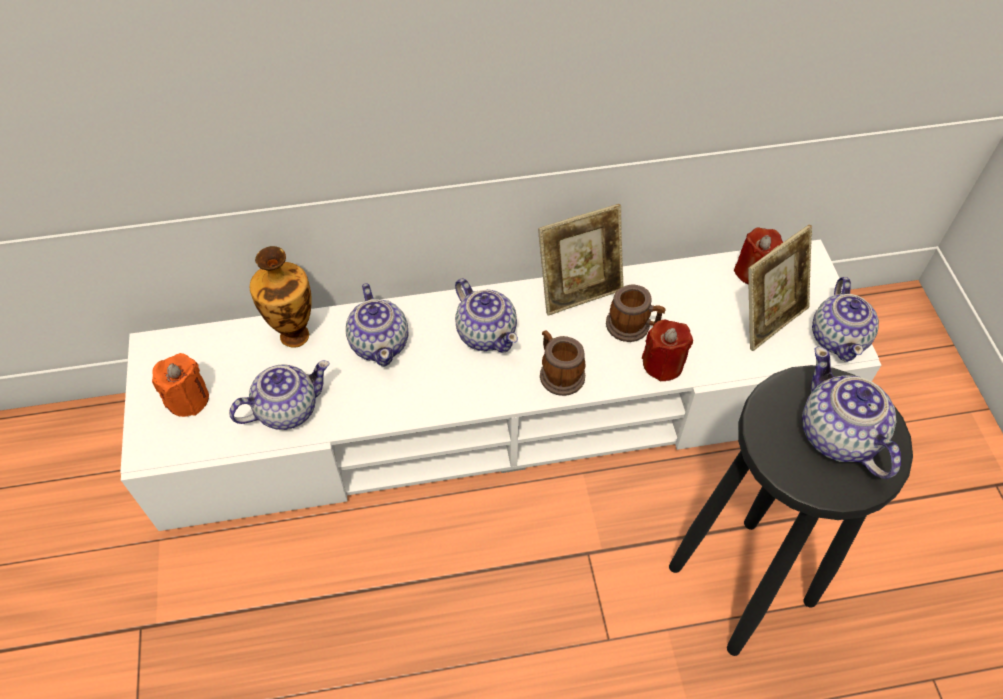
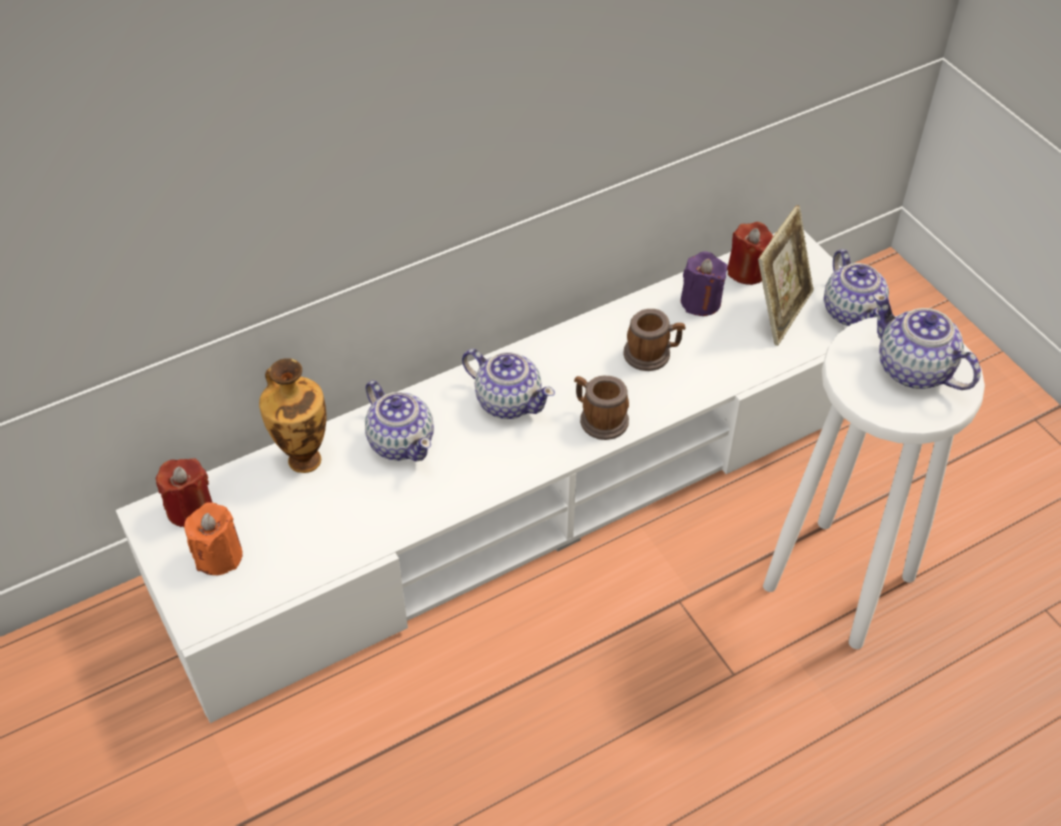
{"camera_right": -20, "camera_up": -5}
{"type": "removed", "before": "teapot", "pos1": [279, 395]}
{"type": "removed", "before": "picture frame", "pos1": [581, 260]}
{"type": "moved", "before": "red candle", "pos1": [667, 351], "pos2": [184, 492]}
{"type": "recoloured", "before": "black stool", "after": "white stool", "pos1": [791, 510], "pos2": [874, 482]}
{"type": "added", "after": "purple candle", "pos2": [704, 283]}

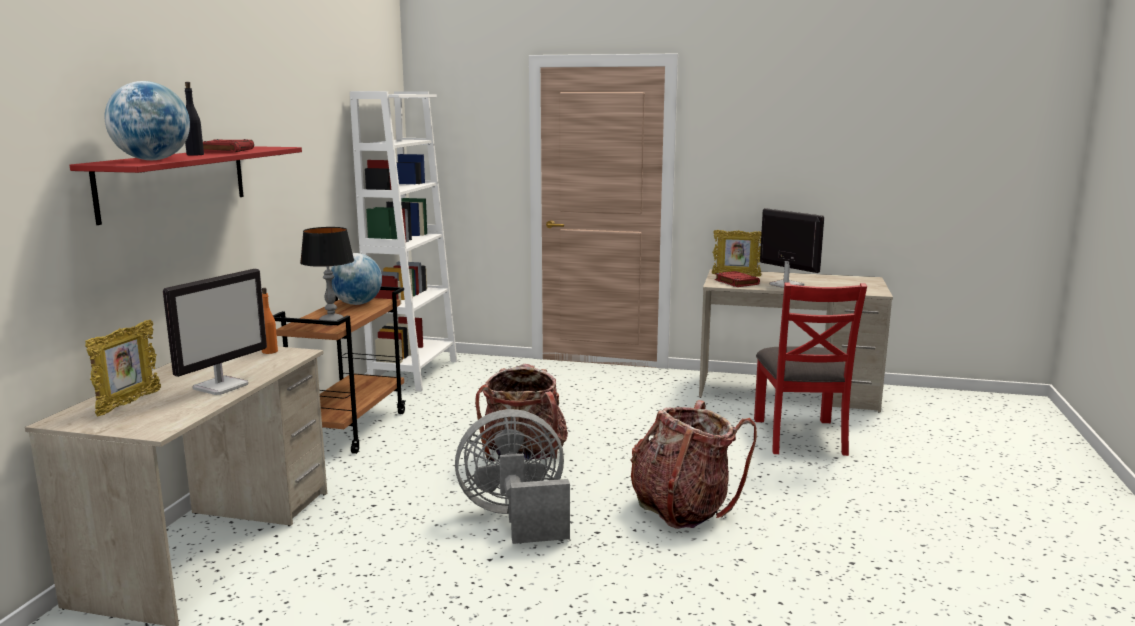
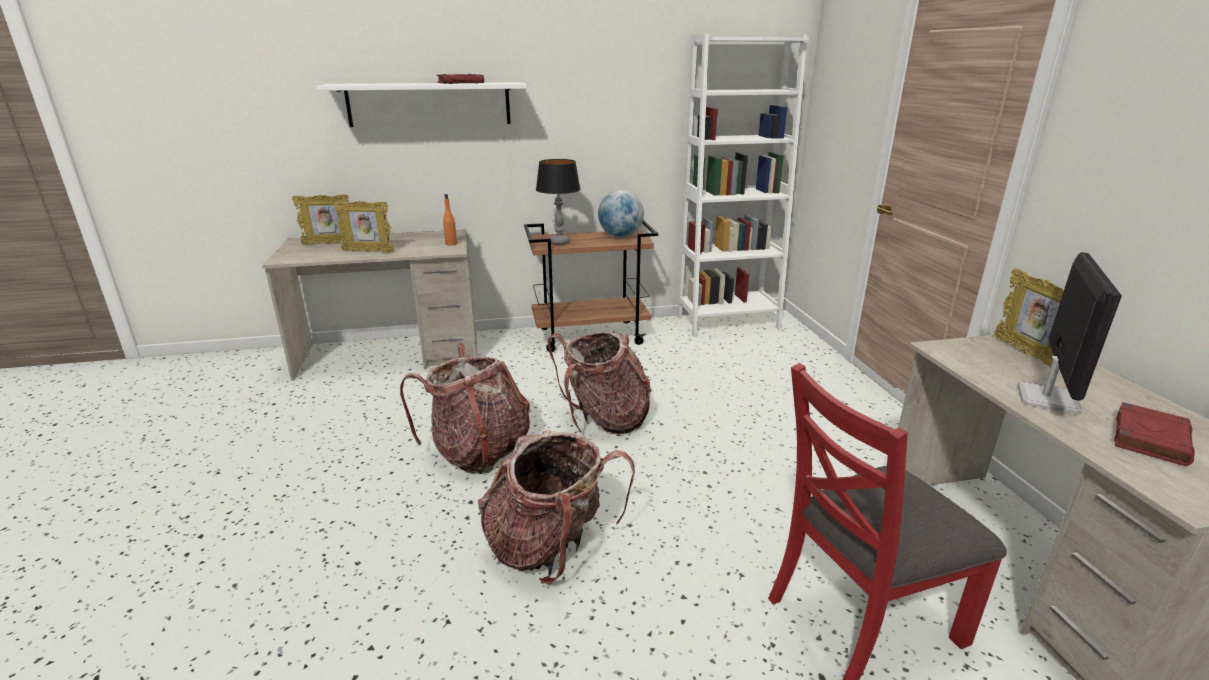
{"camera_right": 65, "camera_up": 10}
{"type": "recoloured", "before": "red shelf", "after": "white shelf", "pos1": [186, 185], "pos2": [421, 104]}
{"type": "removed", "before": "globe", "pos1": [147, 120]}
{"type": "replaced", "before": "monitor", "after": "picture frame", "pos1": [215, 331], "pos2": [363, 227]}
{"type": "removed", "before": "black bottle", "pos1": [194, 119]}
{"type": "replaced", "before": "grey fan", "after": "backpack", "pos1": [512, 476], "pos2": [465, 408]}
{"type": "moved", "before": "red book", "pos1": [737, 279], "pos2": [1154, 434]}

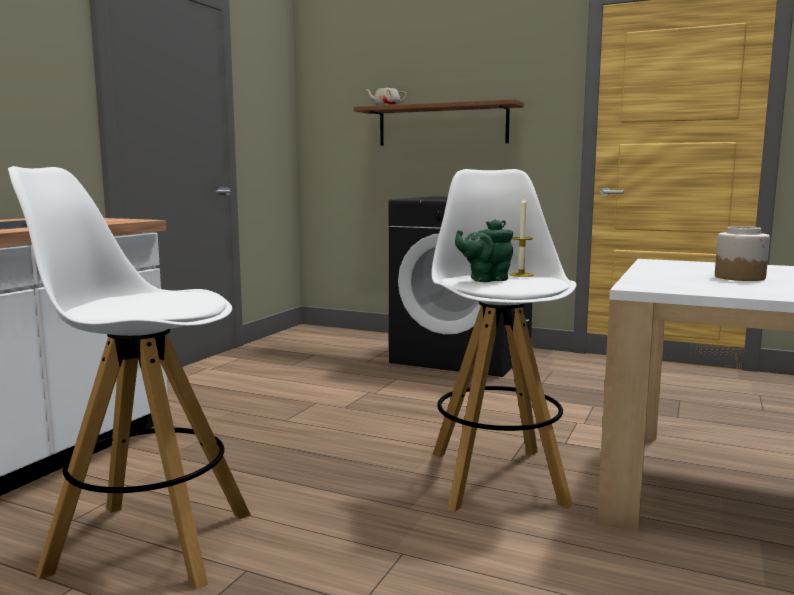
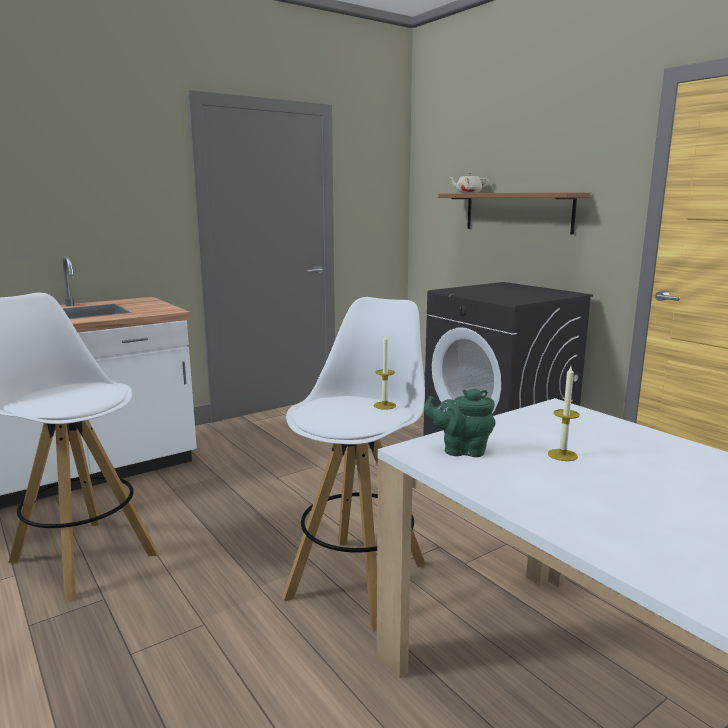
{"camera_right": 30, "camera_up": 5}
{"type": "moved", "before": "green teapot", "pos1": [484, 250], "pos2": [459, 422]}
{"type": "replaced", "before": "jar", "after": "candle", "pos1": [742, 253], "pos2": [564, 413]}

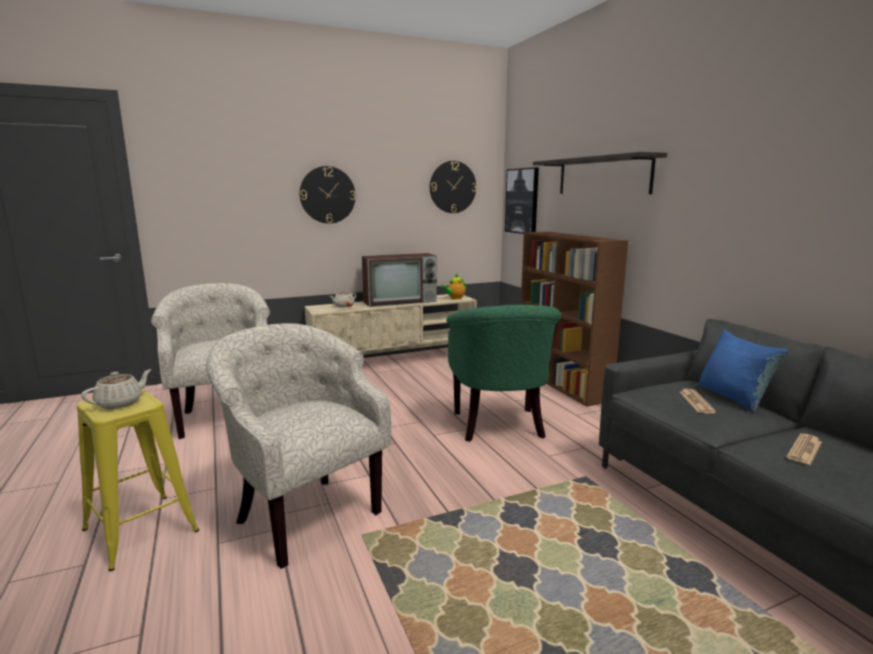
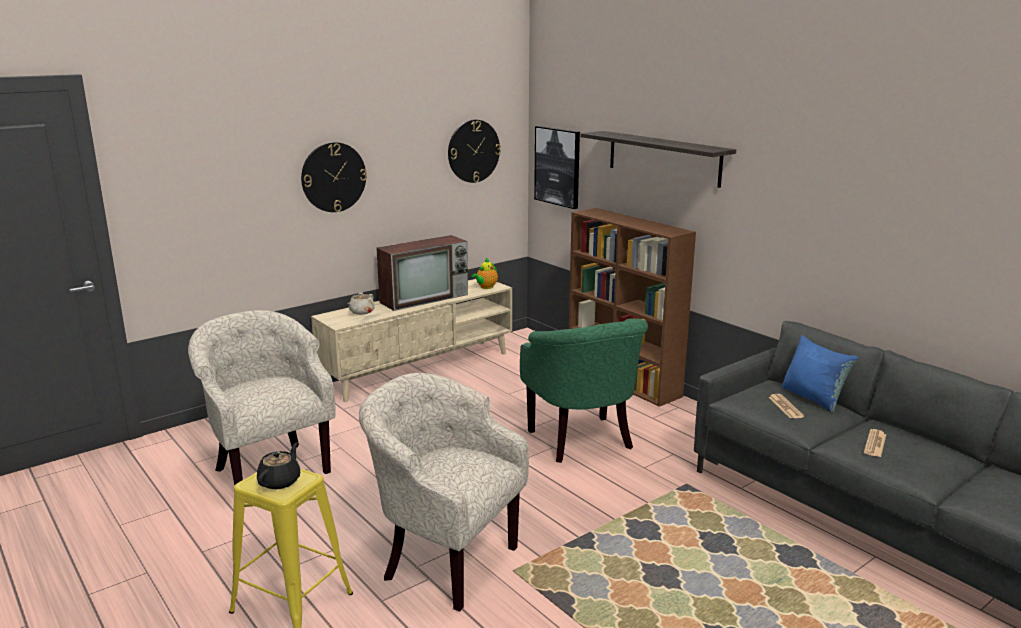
{"camera_right": -15, "camera_up": 5}
{"type": "recoloured", "before": "beige teapot", "after": "black teapot", "pos1": [116, 389], "pos2": [278, 466]}

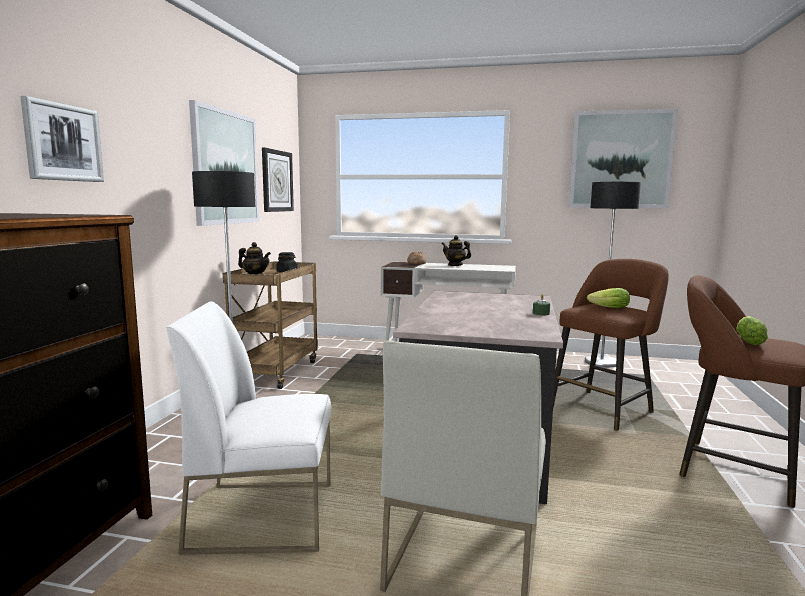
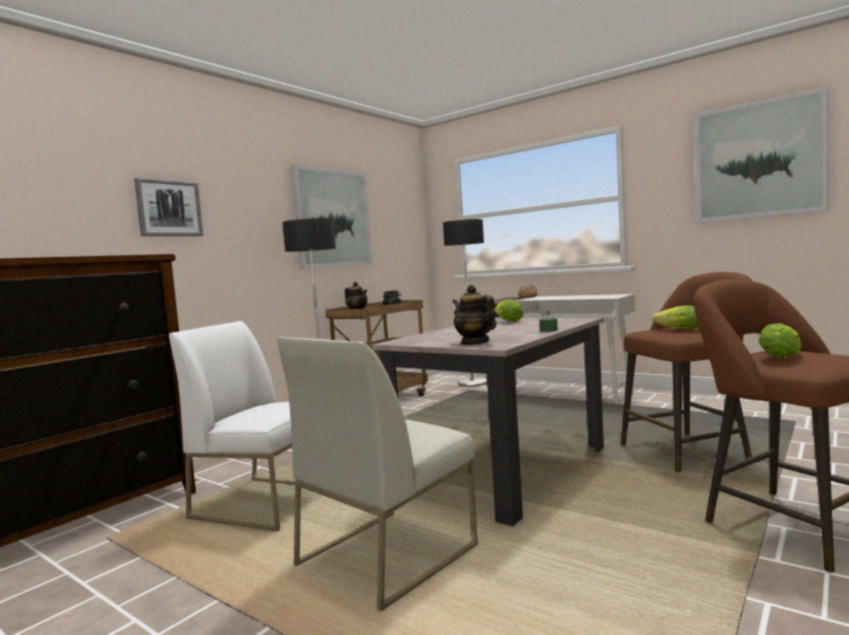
{"camera_right": 25, "camera_up": -5}
{"type": "removed", "before": "wall clock", "pos1": [278, 179]}
{"type": "moved", "before": "teapot", "pos1": [456, 250], "pos2": [474, 315]}
{"type": "moved", "before": "floor lamp", "pos1": [613, 274], "pos2": [465, 303]}
{"type": "added", "after": "lettuce", "pos2": [508, 311]}

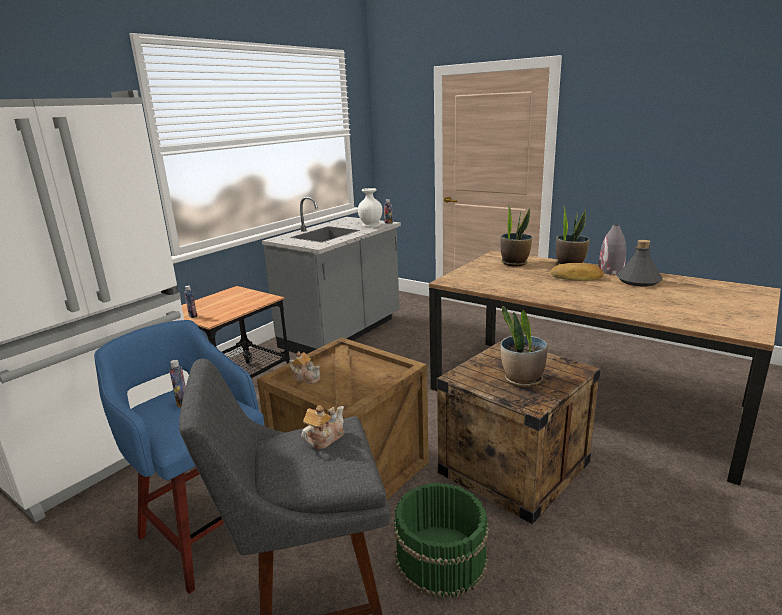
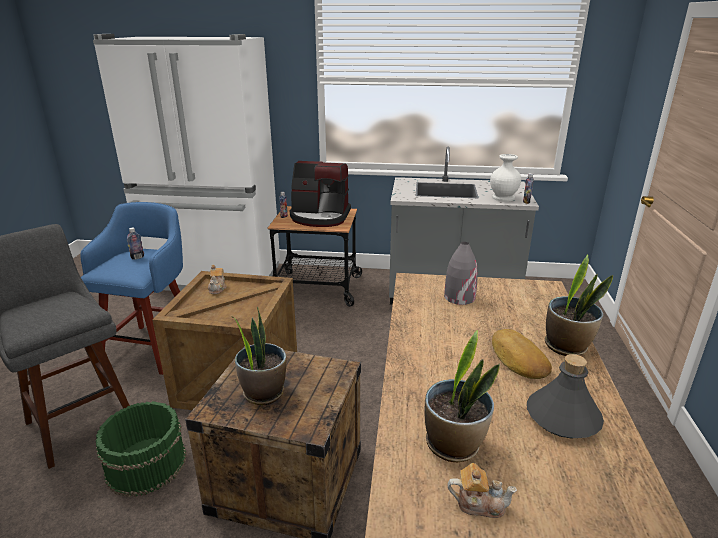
{"camera_right": 60, "camera_up": 5}
{"type": "moved", "before": "teapot", "pos1": [322, 427], "pos2": [482, 490]}
{"type": "moved", "before": "potted plant", "pos1": [516, 235], "pos2": [462, 396]}
{"type": "moved", "before": "grey vase", "pos1": [612, 249], "pos2": [461, 273]}
{"type": "added", "after": "coffee machine", "pos2": [320, 194]}

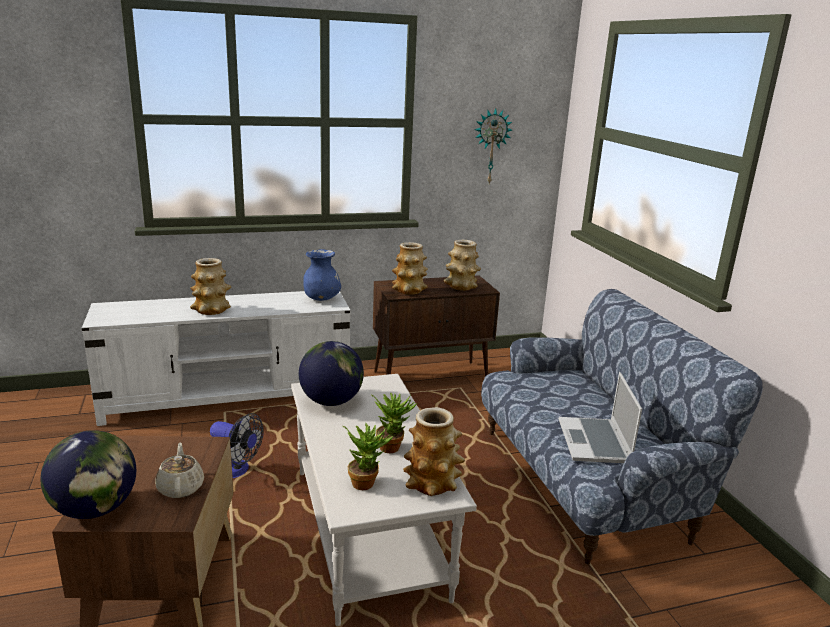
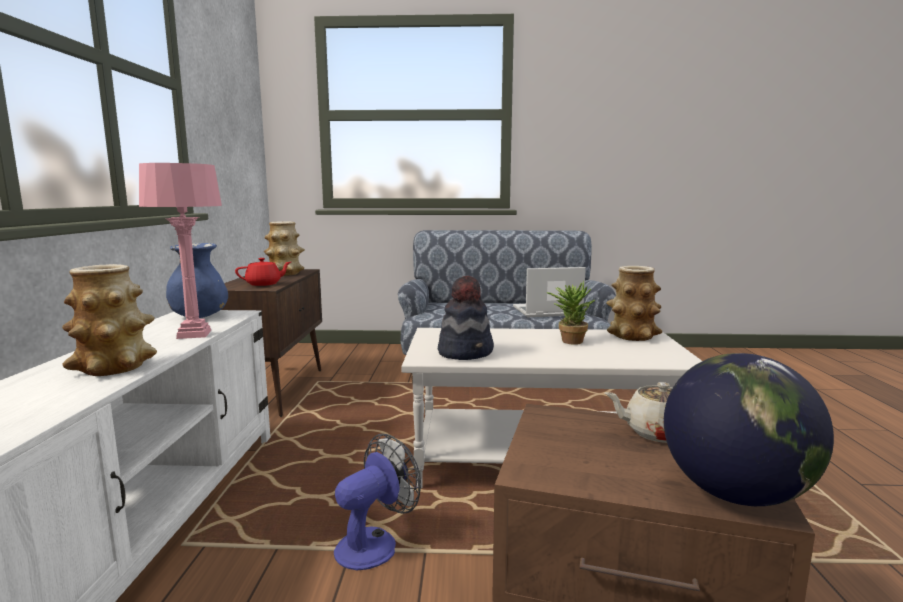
{"camera_right": -70, "camera_up": -10}
{"type": "replaced", "before": "globe", "after": "hat", "pos1": [331, 373], "pos2": [466, 317]}
{"type": "removed", "before": "potted plant", "pos1": [368, 456]}
{"type": "replaced", "before": "vase", "after": "red teapot", "pos1": [410, 268], "pos2": [263, 272]}
{"type": "removed", "before": "wall clock", "pos1": [493, 145]}
{"type": "turned", "before": "laptop", "pos1": [600, 417], "pos2": [549, 292], "turn": 150}
{"type": "added", "after": "pink table lamp", "pos2": [180, 251]}

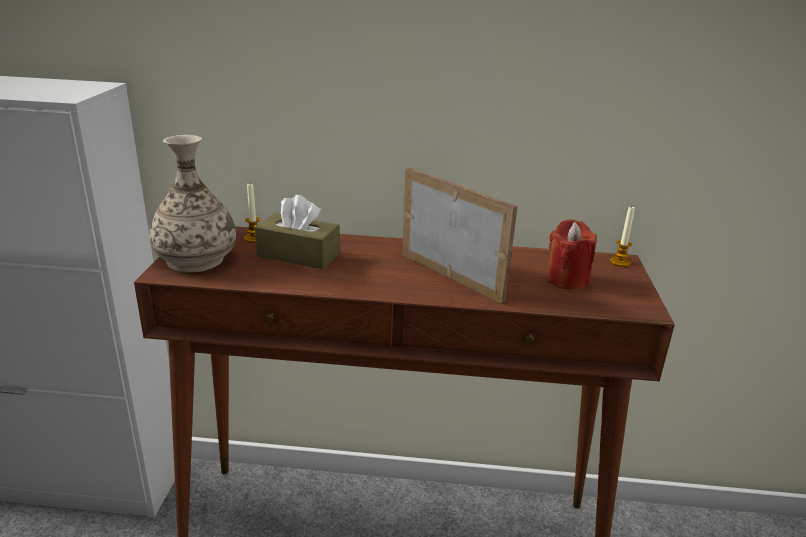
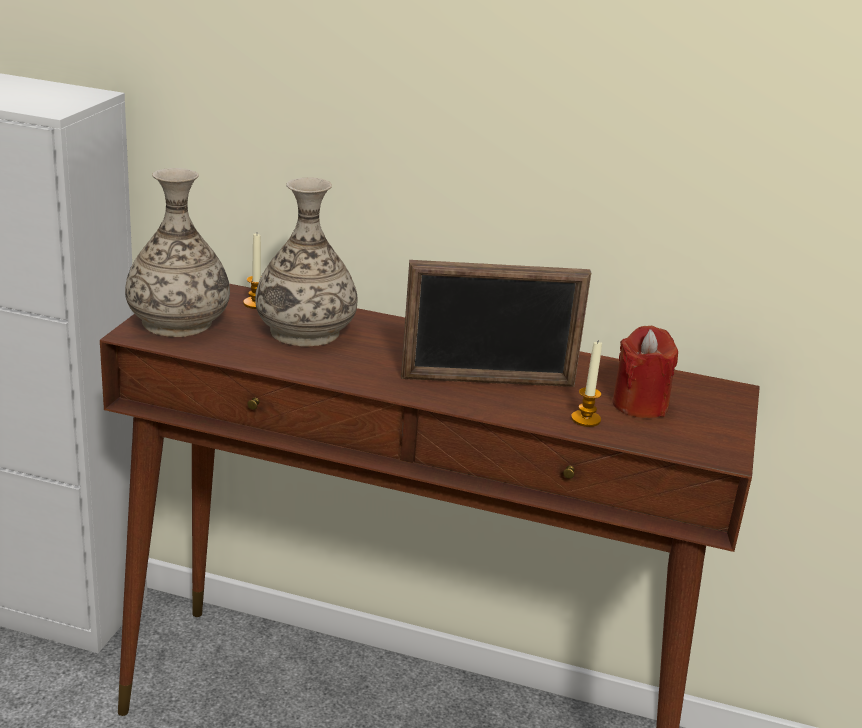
{"camera_right": 10, "camera_up": 0}
{"type": "replaced", "before": "brown tissue box", "after": "vase", "pos1": [297, 232], "pos2": [306, 261]}
{"type": "turned", "before": "picture frame", "pos1": [459, 236], "pos2": [496, 323], "turn": 120}
{"type": "moved", "before": "candle", "pos1": [622, 237], "pos2": [586, 383]}

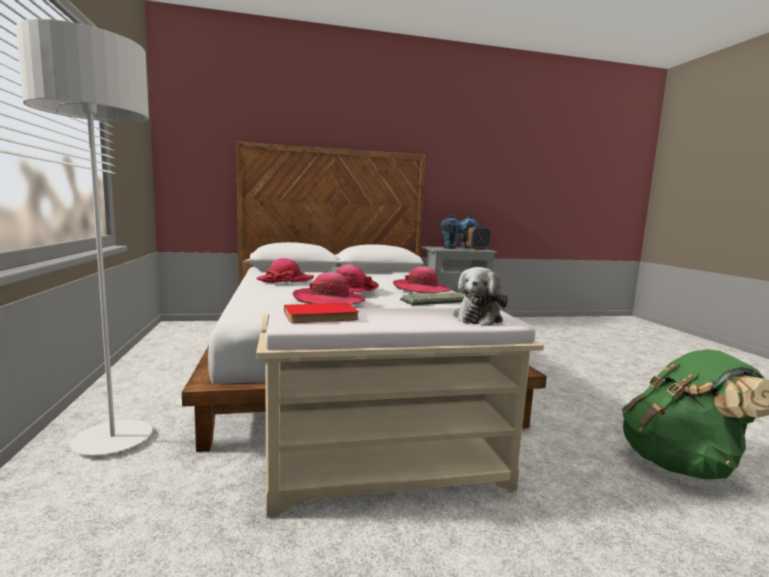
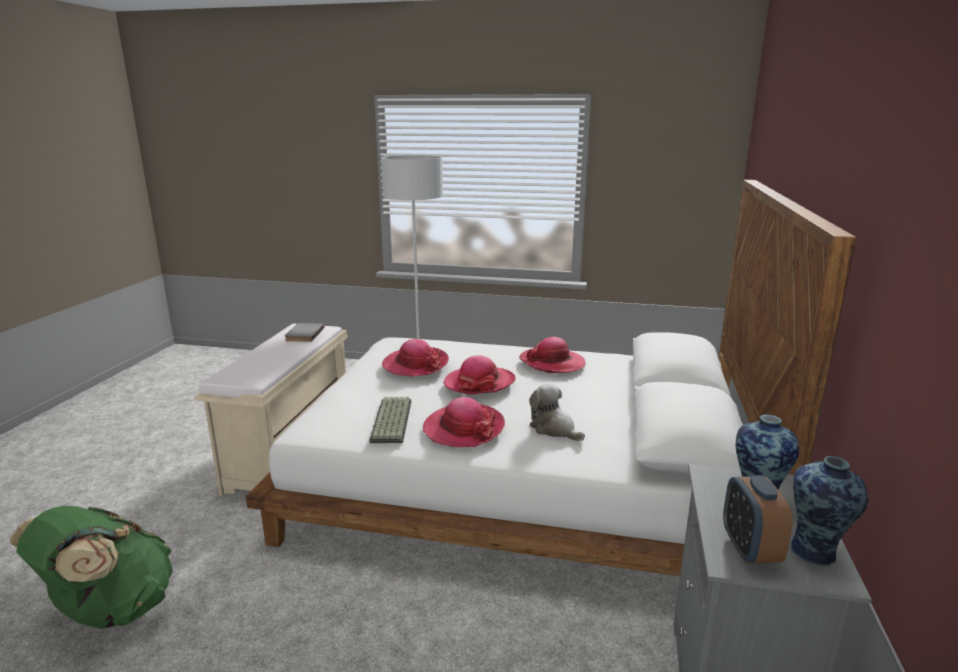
{"camera_right": 115, "camera_up": 10}
{"type": "recoloured", "before": "red book", "after": "grey book", "pos1": [321, 313], "pos2": [305, 332]}
{"type": "moved", "before": "plush toy", "pos1": [480, 296], "pos2": [557, 412]}

